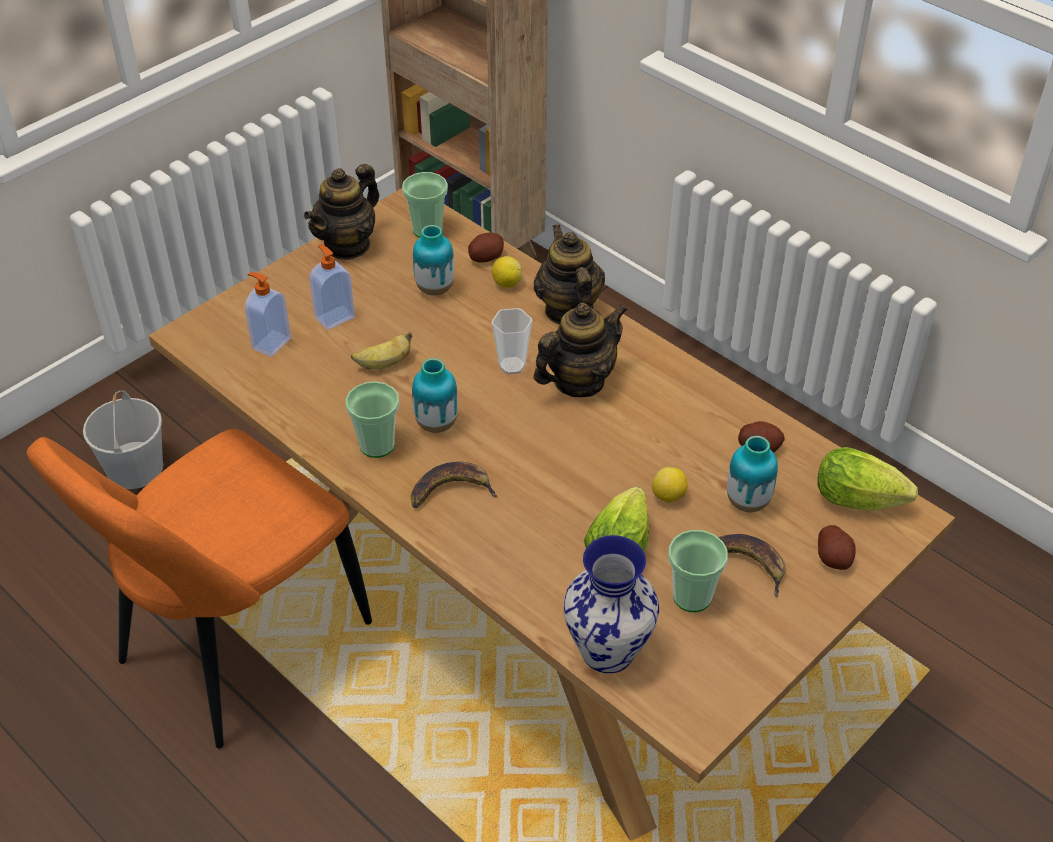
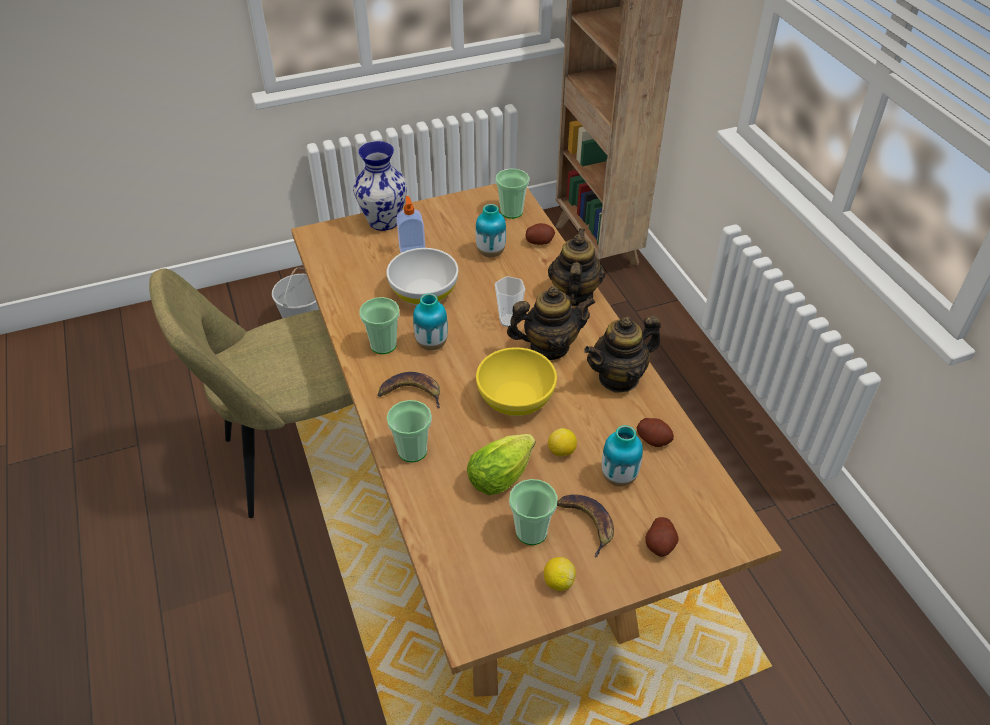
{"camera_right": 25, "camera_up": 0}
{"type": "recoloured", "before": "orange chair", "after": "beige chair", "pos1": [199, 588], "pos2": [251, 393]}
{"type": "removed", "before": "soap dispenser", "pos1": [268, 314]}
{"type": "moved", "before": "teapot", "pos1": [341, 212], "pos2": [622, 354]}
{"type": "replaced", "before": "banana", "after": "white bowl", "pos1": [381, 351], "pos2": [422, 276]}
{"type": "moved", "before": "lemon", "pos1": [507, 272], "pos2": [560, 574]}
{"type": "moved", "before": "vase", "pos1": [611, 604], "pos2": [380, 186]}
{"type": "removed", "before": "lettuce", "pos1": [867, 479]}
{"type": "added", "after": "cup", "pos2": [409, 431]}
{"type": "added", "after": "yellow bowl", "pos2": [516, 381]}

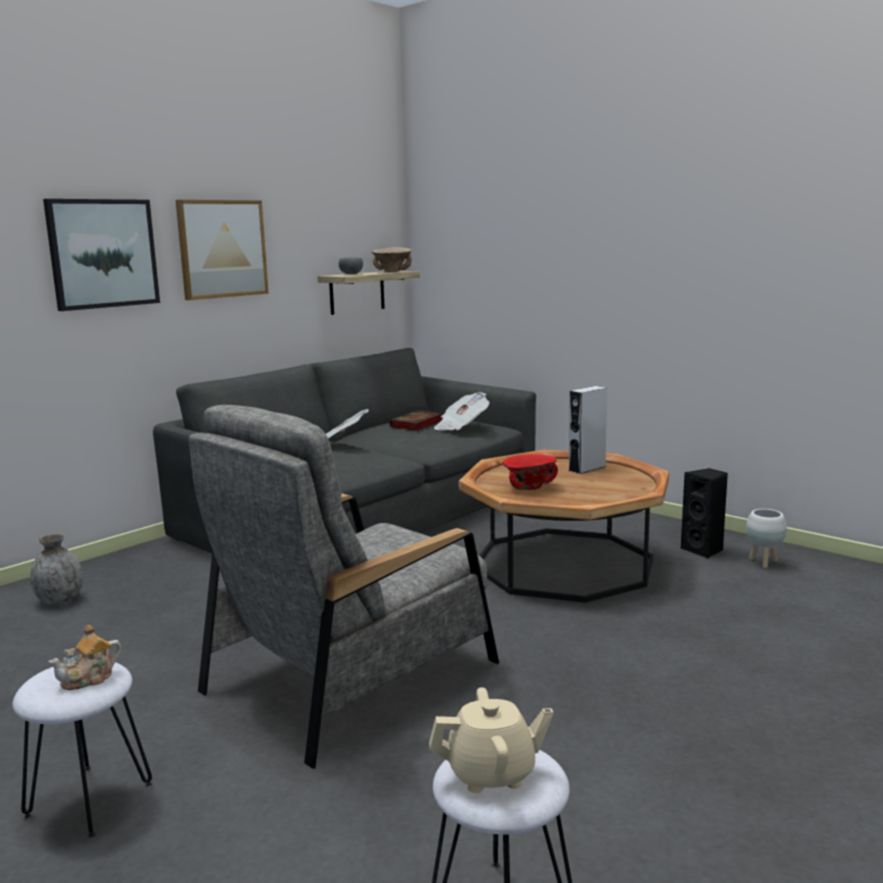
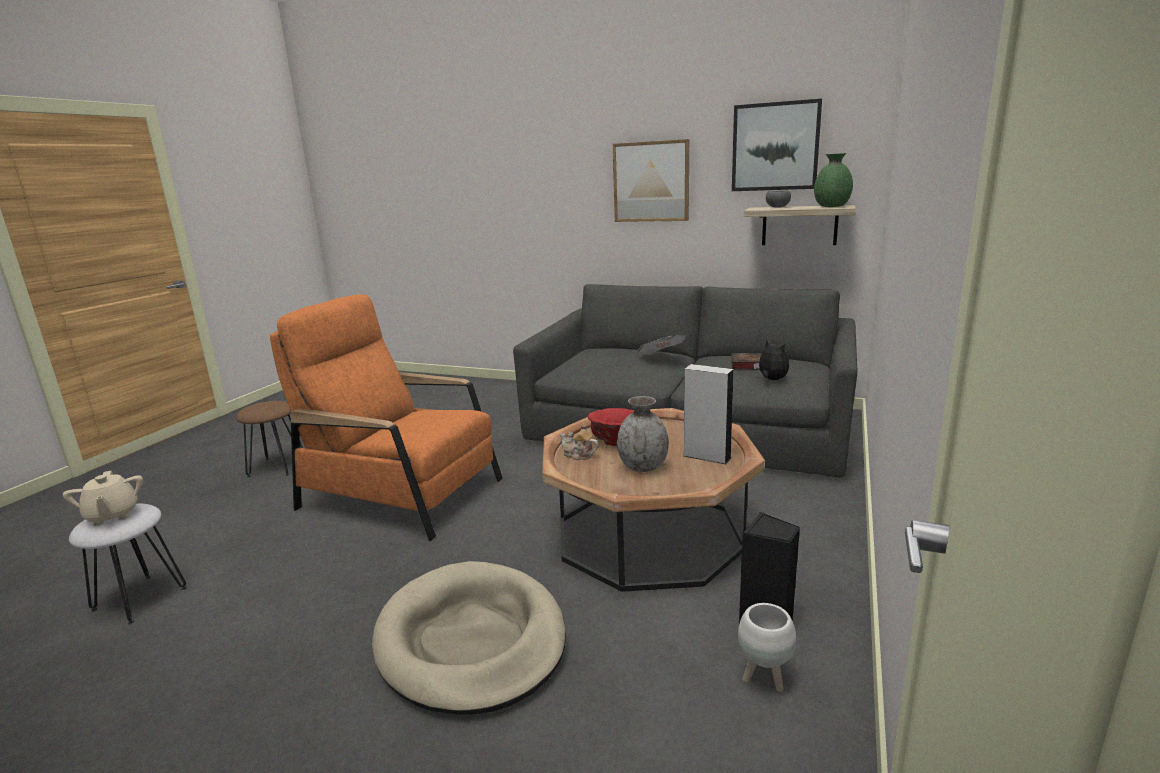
{"camera_right": 70, "camera_up": 5}
{"type": "recoloured", "before": "white stool", "after": "brown stool", "pos1": [82, 750], "pos2": [269, 439]}
{"type": "moved", "before": "grey vase", "pos1": [56, 569], "pos2": [643, 434]}
{"type": "moved", "before": "picture", "pos1": [101, 255], "pos2": [777, 145]}
{"type": "moved", "before": "teapot", "pos1": [84, 657], "pos2": [579, 441]}
{"type": "recoloured", "before": "grey armchair", "after": "orange armchair", "pos1": [344, 587], "pos2": [386, 417]}
{"type": "replaced", "before": "beige bowl", "after": "green vase", "pos1": [392, 259], "pos2": [833, 180]}
{"type": "replaced", "before": "newspaper", "after": "plush toy", "pos1": [462, 411], "pos2": [771, 360]}
{"type": "added", "after": "beige dog bed", "pos2": [469, 638]}

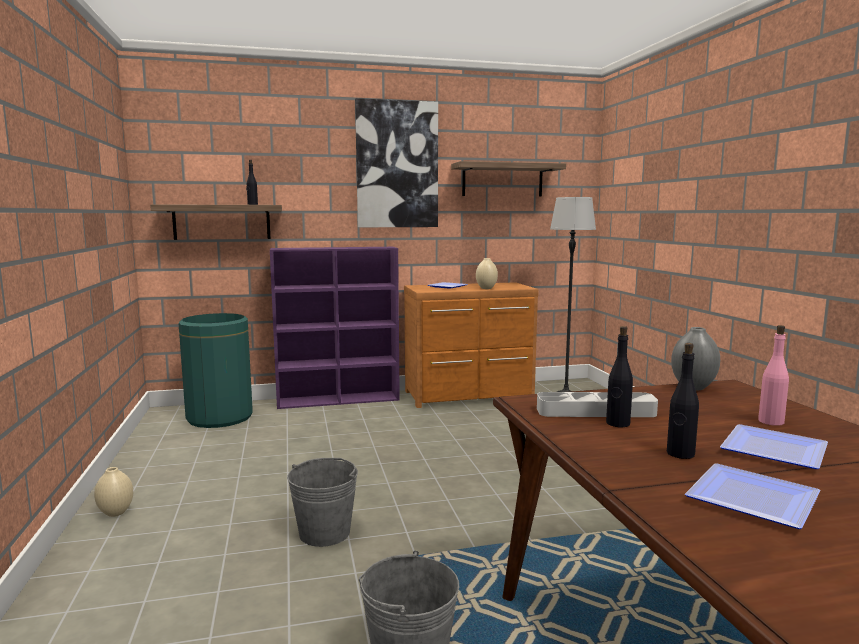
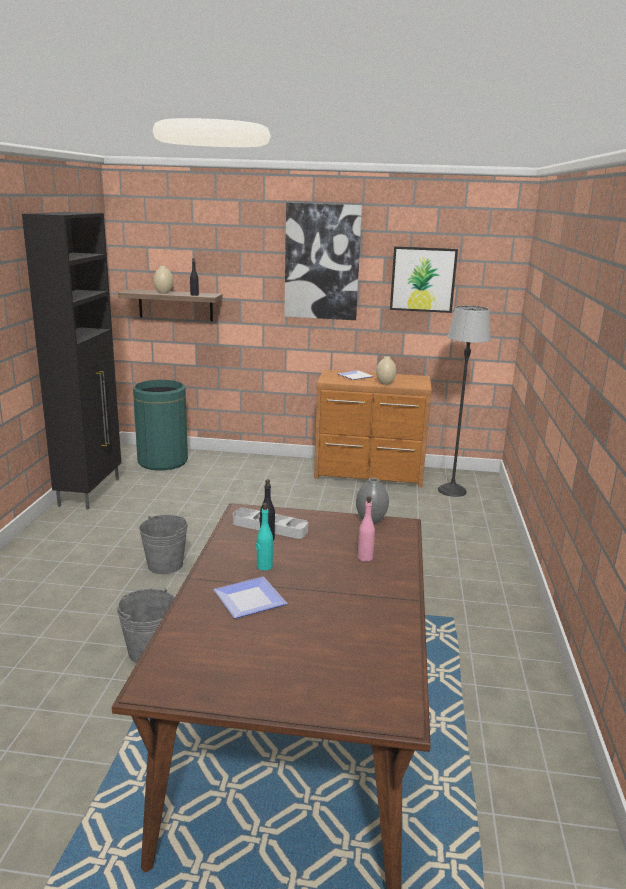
{"camera_right": 20, "camera_up": 10}
{"type": "moved", "before": "beige vase", "pos1": [113, 492], "pos2": [163, 280]}
{"type": "removed", "before": "purple bookcase", "pos1": [335, 328]}
{"type": "replaced", "before": "shelf", "after": "picture", "pos1": [508, 179], "pos2": [424, 279]}
{"type": "recoloured", "before": "black bottle", "after": "turquoise bottle", "pos1": [683, 401], "pos2": [264, 537]}
{"type": "removed", "before": "plate", "pos1": [774, 446]}
{"type": "added", "after": "black cabinet", "pos2": [71, 360]}

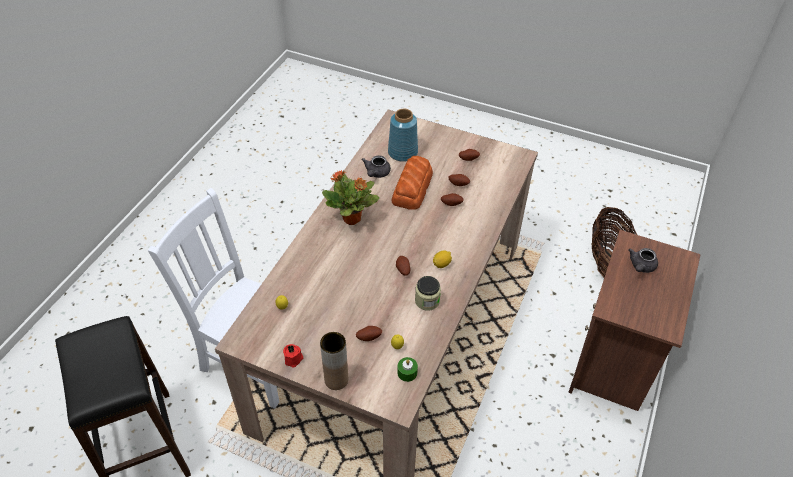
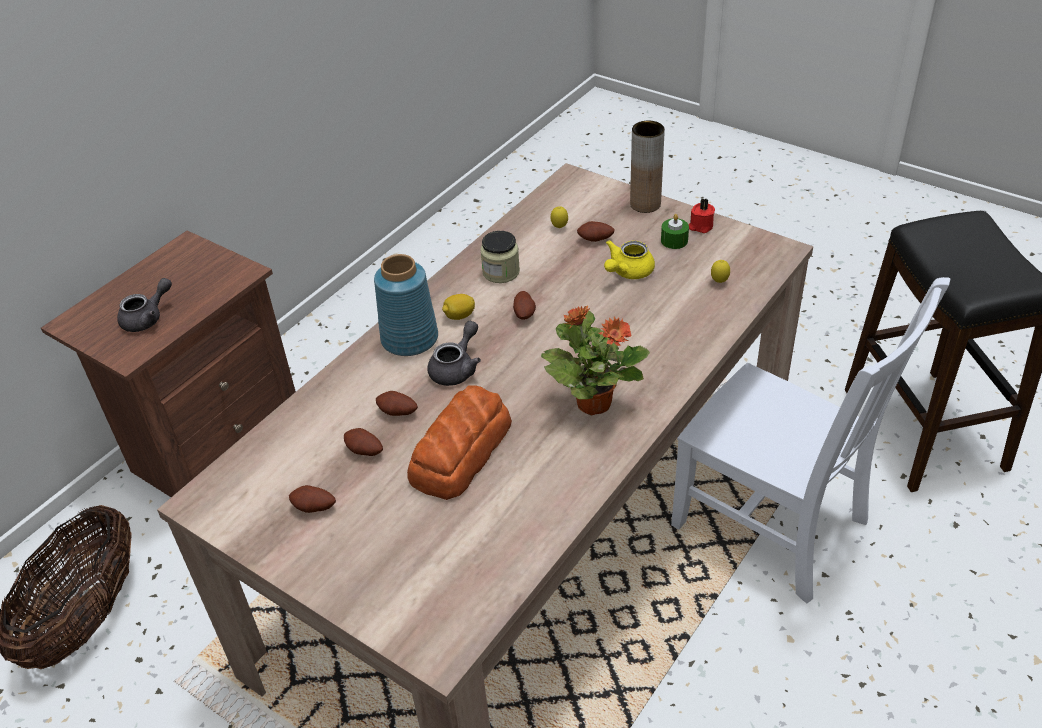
{"camera_right": -165, "camera_up": -5}
{"type": "moved", "before": "grey teapot", "pos1": [376, 166], "pos2": [454, 353]}
{"type": "moved", "before": "blue vase", "pos1": [403, 135], "pos2": [406, 305]}
{"type": "moved", "before": "green candle", "pos1": [407, 369], "pos2": [675, 231]}
{"type": "added", "after": "yellow teapot", "pos2": [629, 259]}

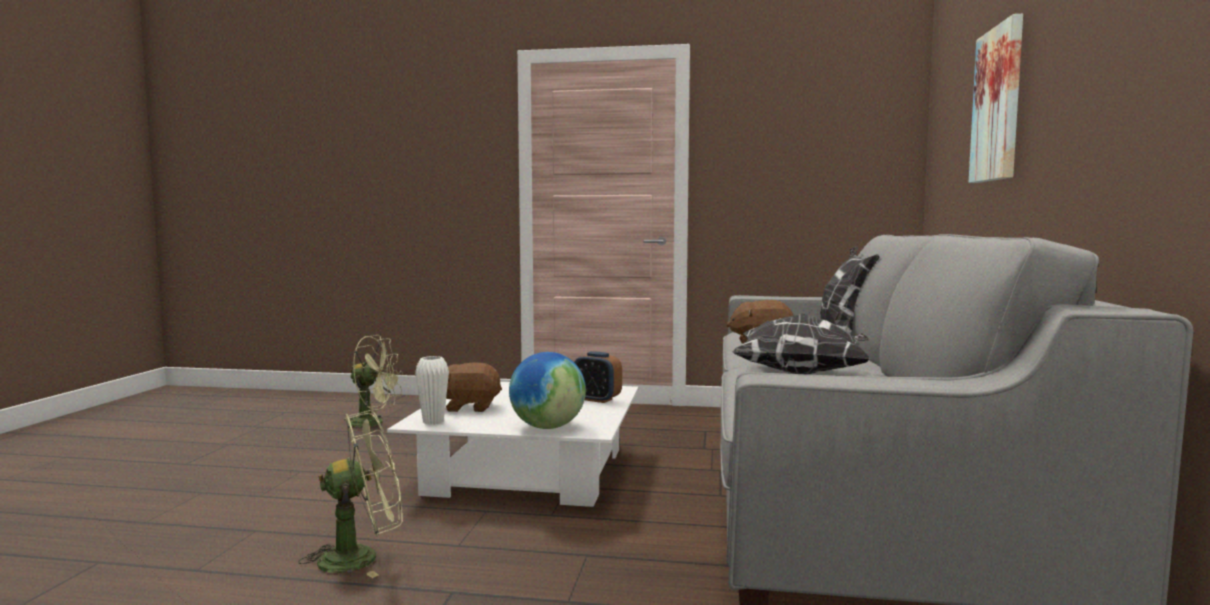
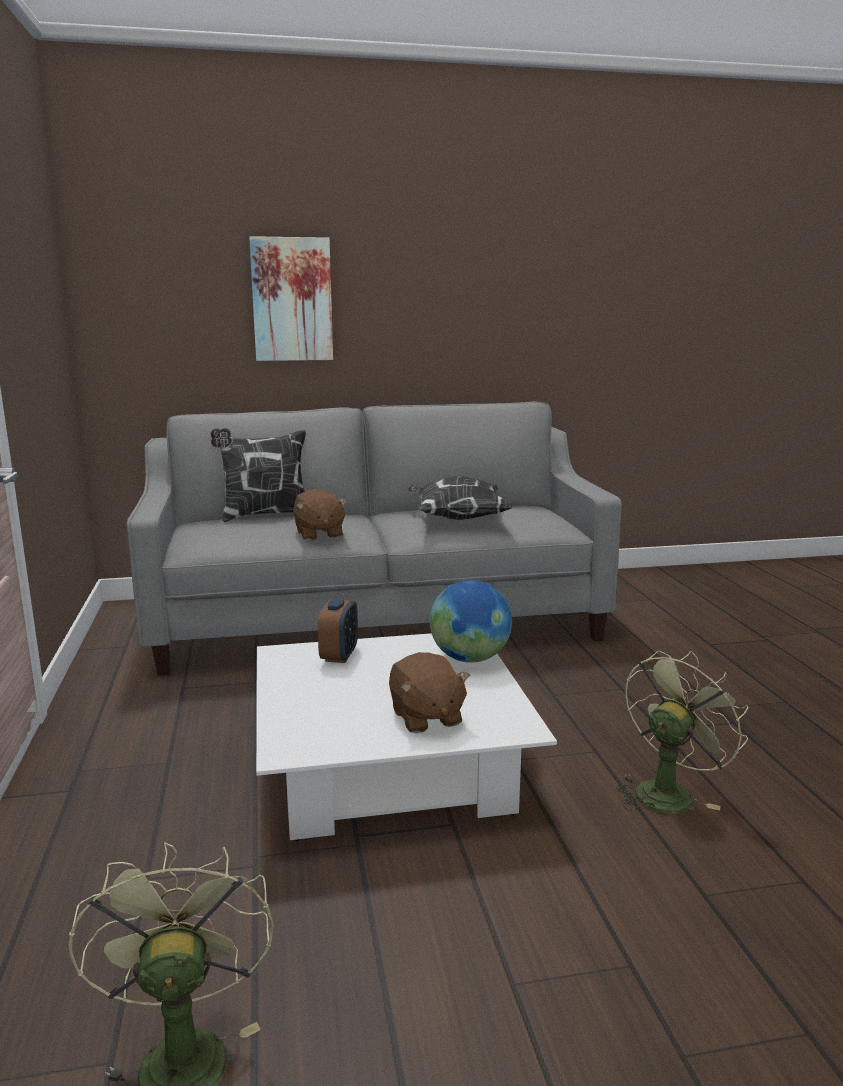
{"camera_right": -110, "camera_up": 10}
{"type": "turned", "before": "green fan", "pos1": [350, 494], "pos2": [682, 731], "turn": 90}
{"type": "removed", "before": "white vase", "pos1": [432, 390]}

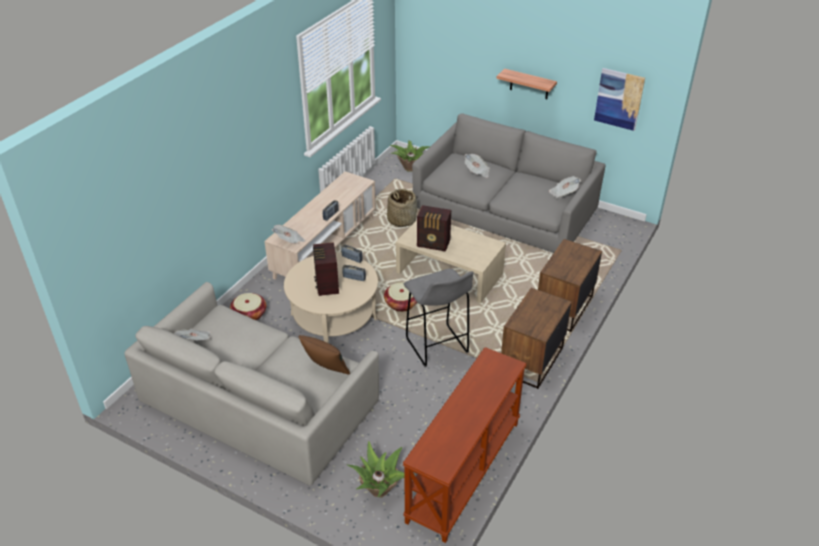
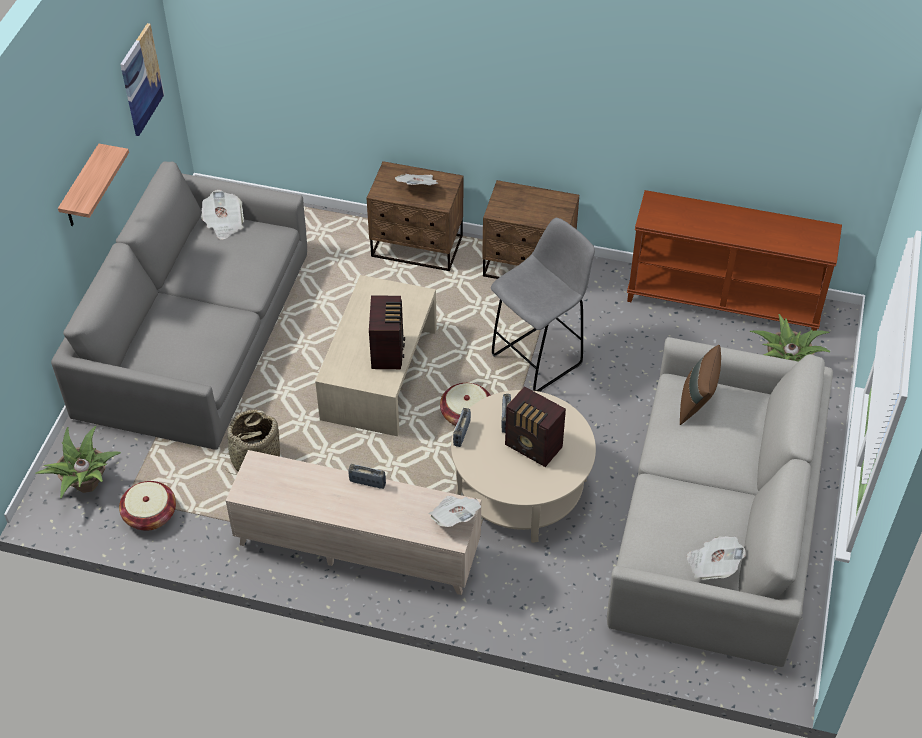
{"camera_right": -105, "camera_up": 10}
{"type": "moved", "before": "basket", "pos1": [248, 306], "pos2": [147, 506]}
{"type": "turned", "before": "radio", "pos1": [326, 269], "pos2": [535, 426], "turn": 60}
{"type": "moved", "before": "newspaper", "pos1": [477, 166], "pos2": [416, 179]}

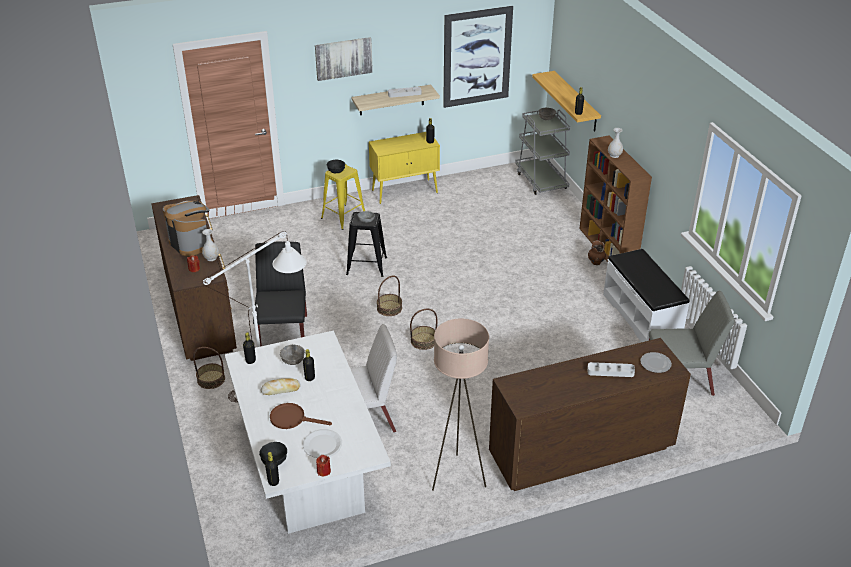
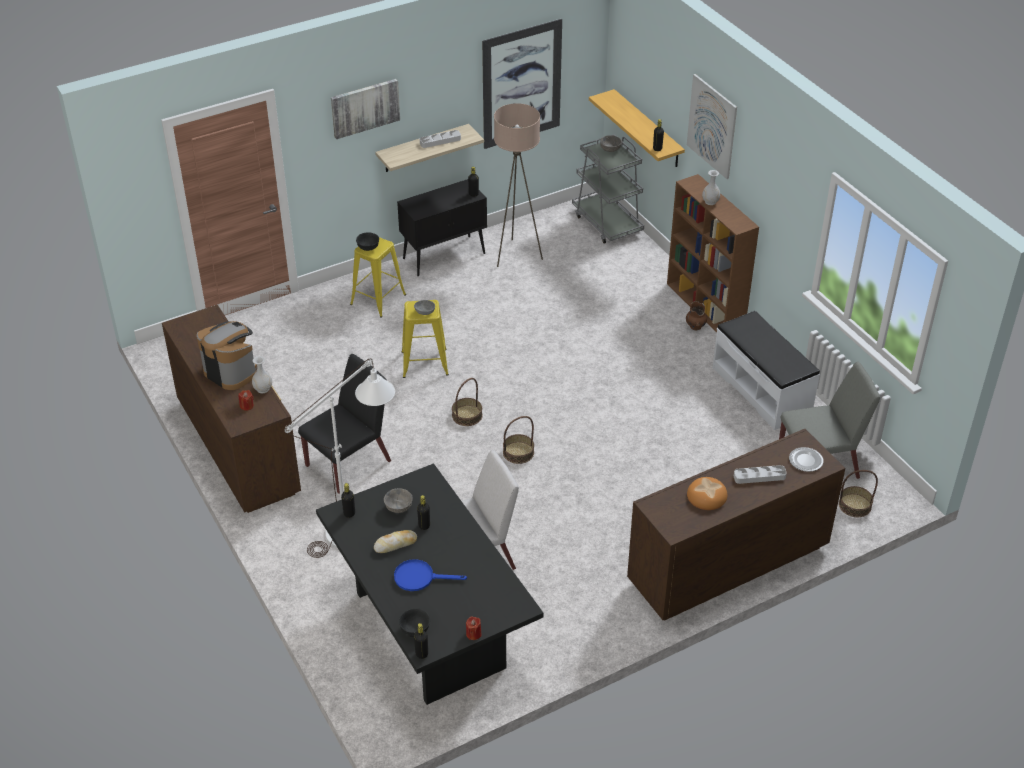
{"camera_right": -10, "camera_up": 5}
{"type": "moved", "before": "basket", "pos1": [209, 368], "pos2": [858, 493]}
{"type": "recoloured", "before": "white dining table", "after": "black dining table", "pos1": [308, 432], "pos2": [429, 584]}
{"type": "turned", "before": "black chair", "pos1": [280, 293], "pos2": [344, 424], "turn": 60}
{"type": "recoloured", "before": "brown frying pan", "after": "blue frying pan", "pos1": [301, 416], "pos2": [430, 575]}
{"type": "removed", "before": "white plate", "pos1": [322, 443]}
{"type": "recoloured", "before": "black stool", "after": "yellow stool", "pos1": [366, 244], "pos2": [425, 339]}
{"type": "recoloured", "before": "yellow cabinet", "after": "black cabinet", "pos1": [404, 168], "pos2": [442, 228]}
{"type": "moved", "before": "beige floor lamp", "pos1": [460, 405], "pos2": [518, 185]}
{"type": "added", "after": "picture", "pos2": [712, 126]}
{"type": "added", "after": "bread", "pos2": [707, 493]}

